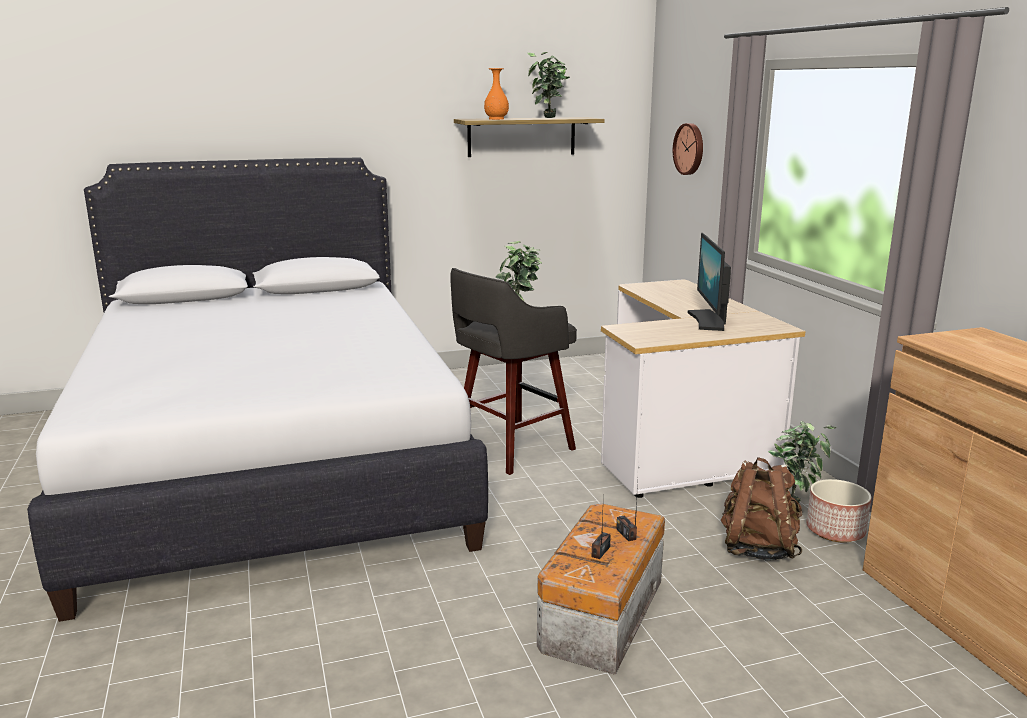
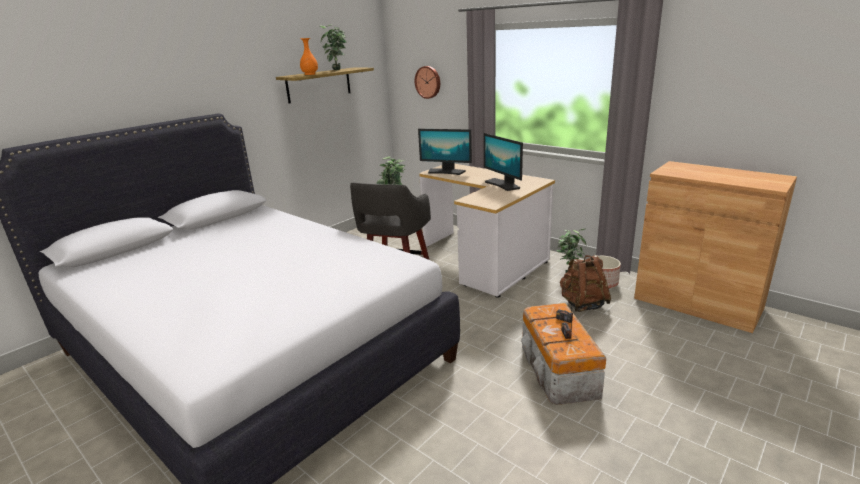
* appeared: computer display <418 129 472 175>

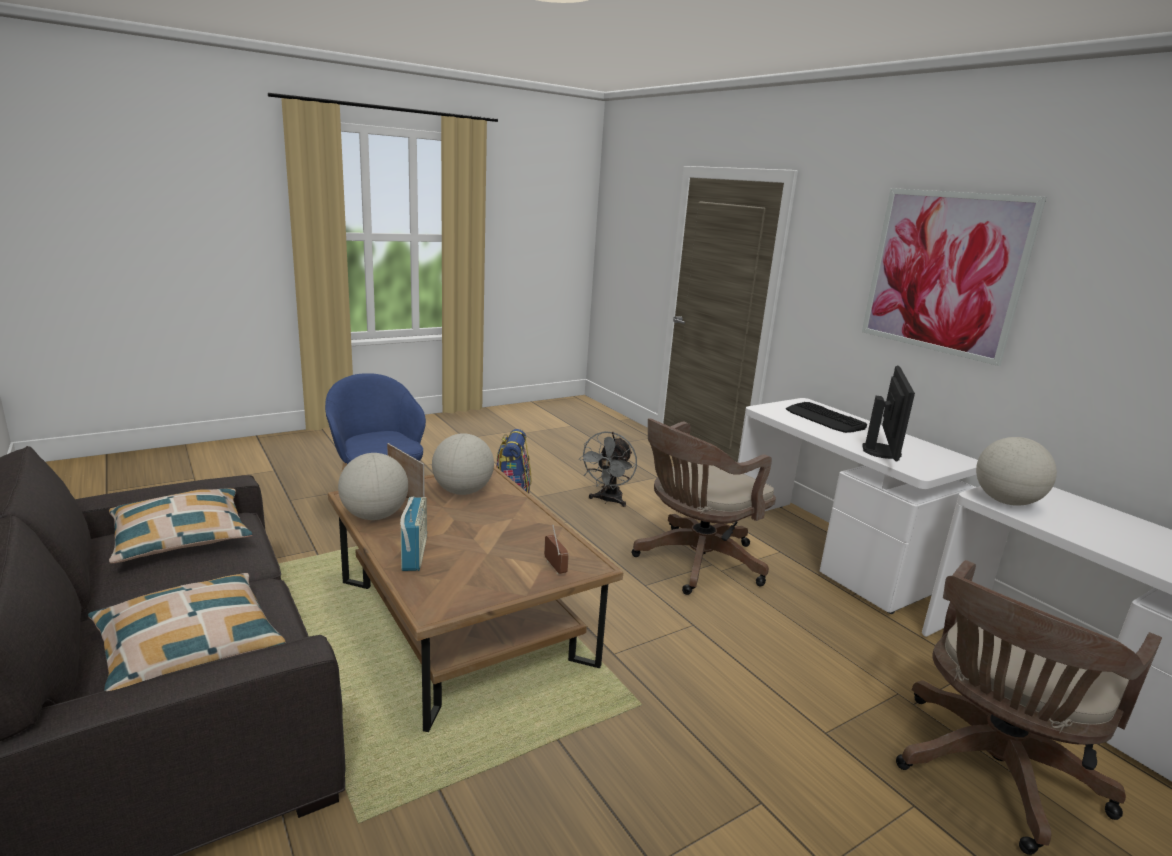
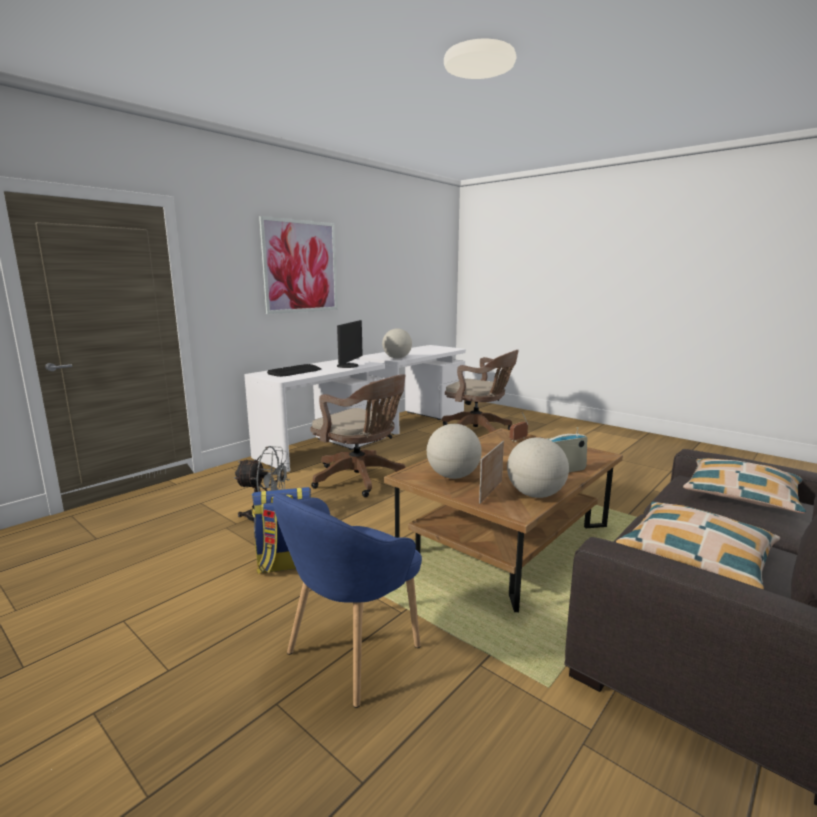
* spun: computer display <862 366 915 462> = <337 320 363 368> 105 degrees clockwise

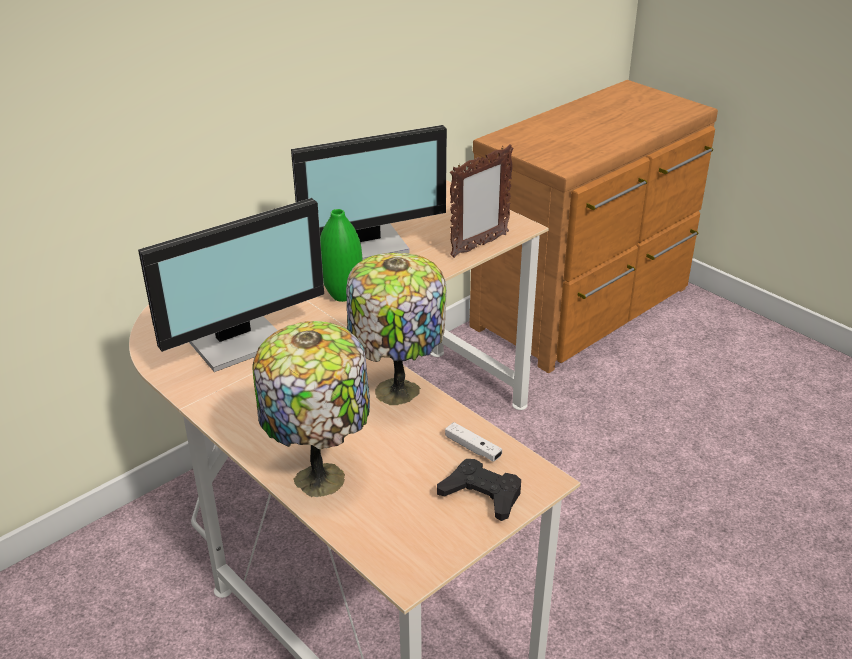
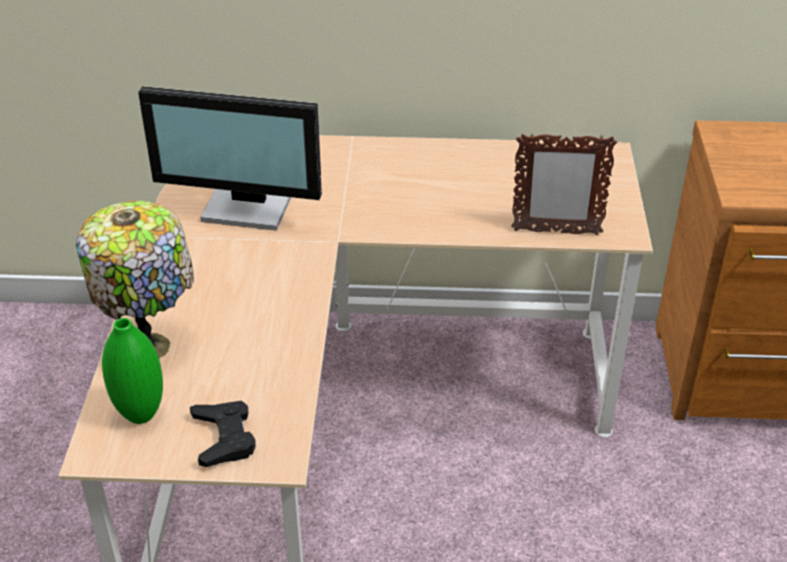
* missing: computer display <291 125 447 260>
* missing: tabletop lamp <346 253 447 405>
* missing: white-coloured joypad <445 422 502 461>
* relocated: greenish vase <320 209 363 302> to <102 318 163 424>

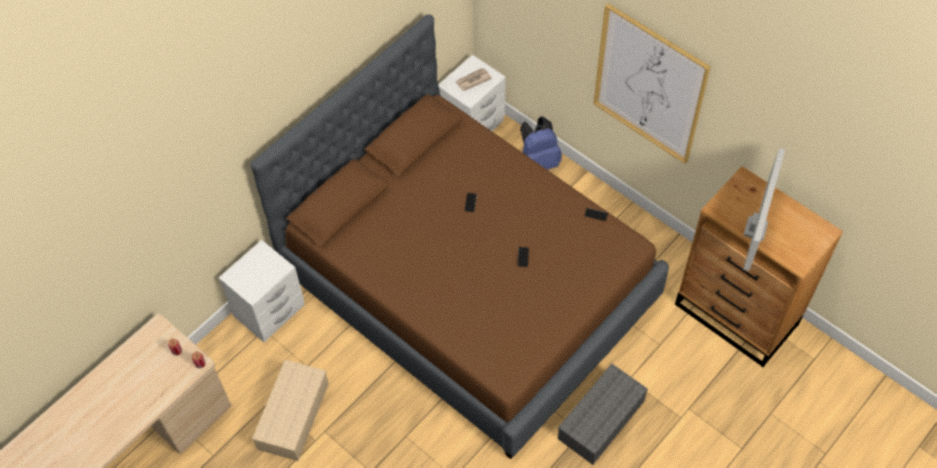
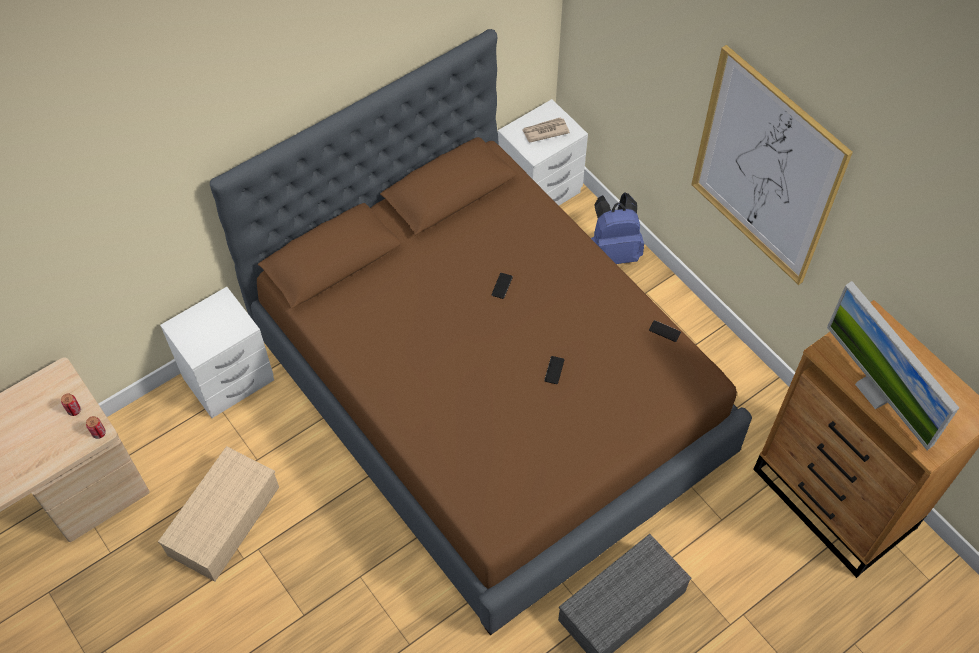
* spun: computer display <743 149 785 271> = <827 281 959 450> 120 degrees clockwise

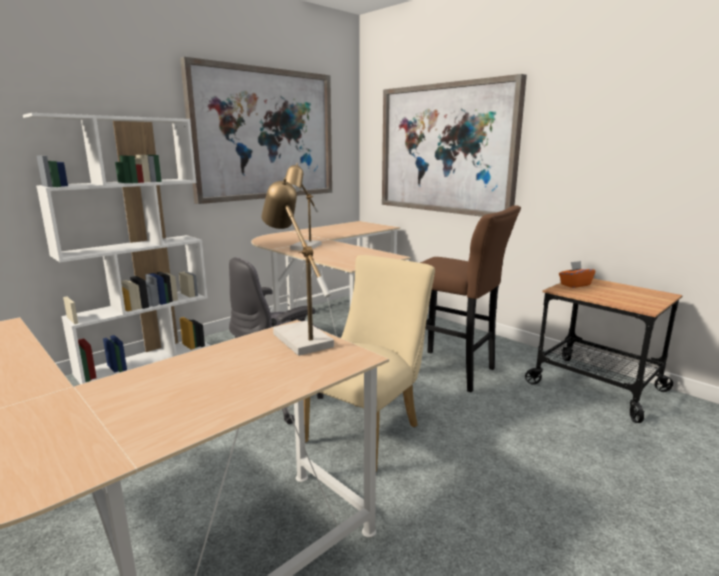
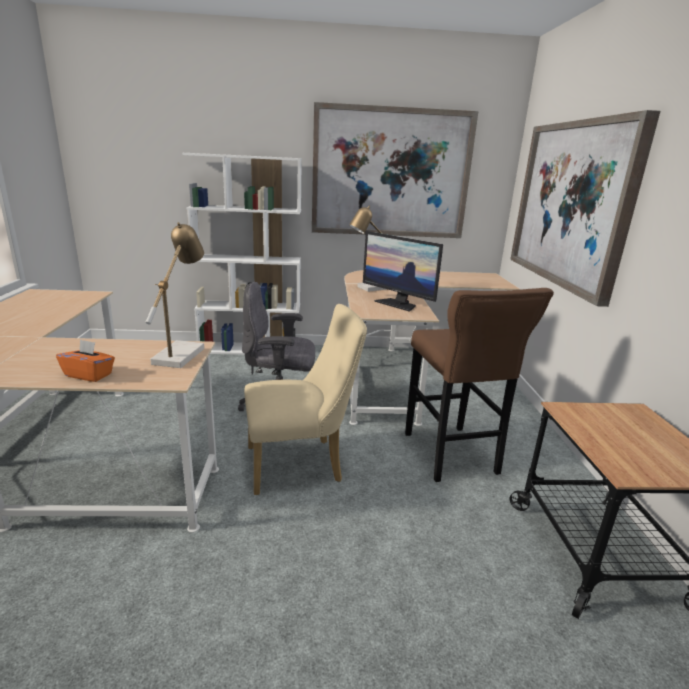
* appeared: computer display <363 231 443 312>
* relocated: orangey tissue holder <559 261 596 288> to <56 339 115 382>

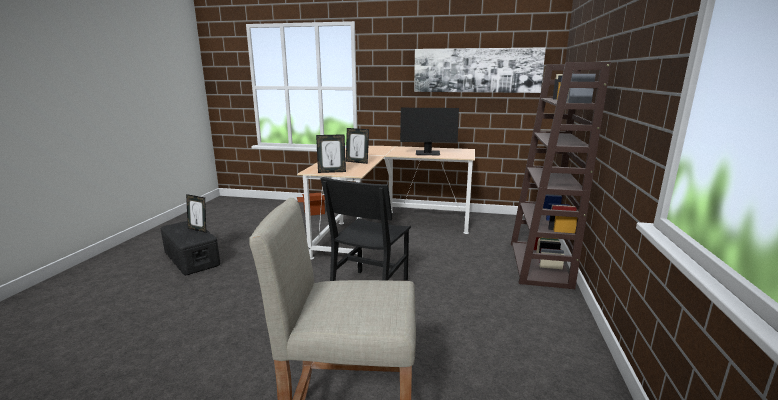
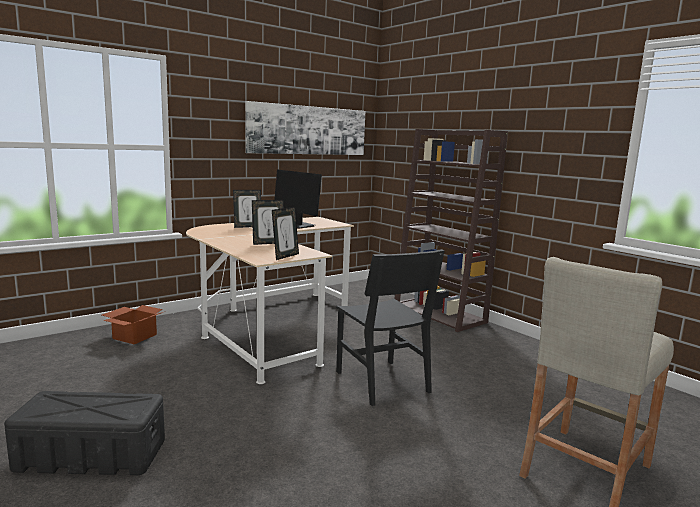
* relocated: photo frame <186 194 206 233> to <233 190 261 228>
* spun: computer display <400 108 459 155> = <274 170 322 229> 90 degrees clockwise

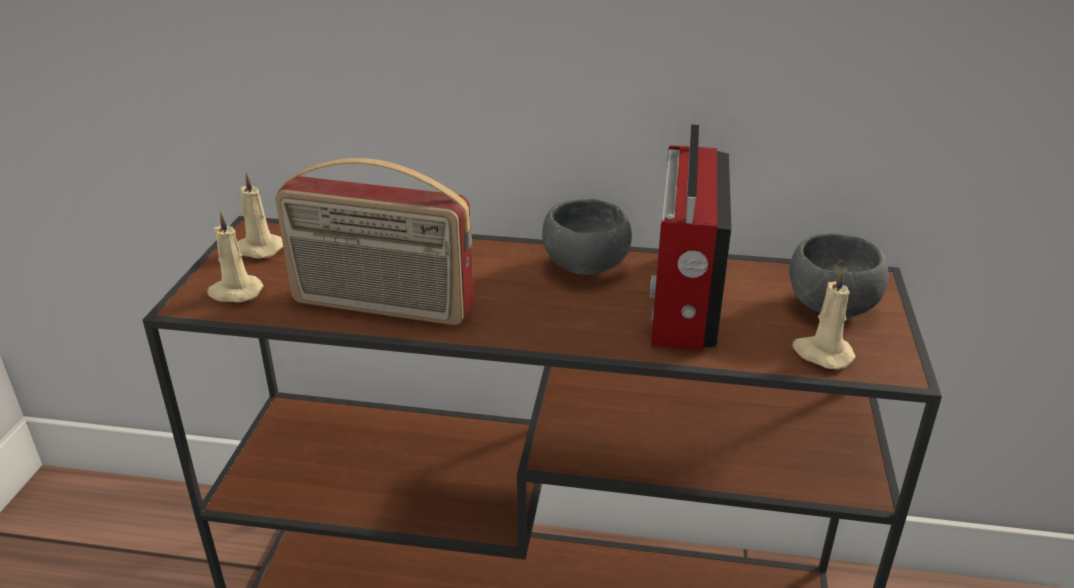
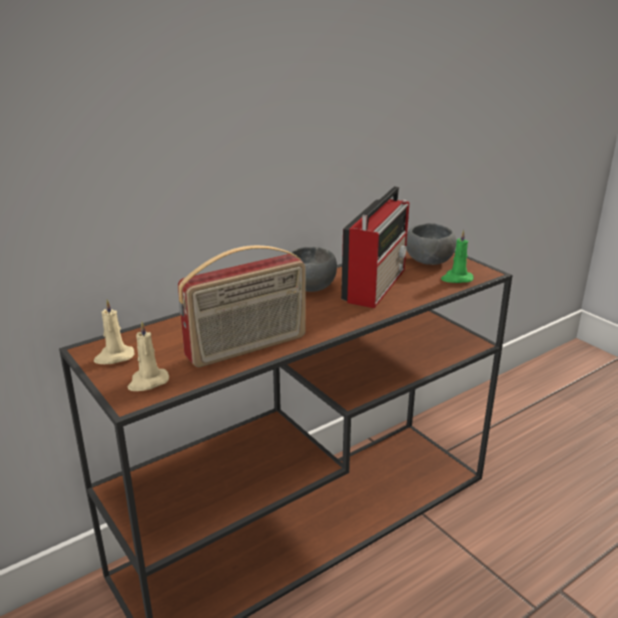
* colour: beige candle <793 268 856 369> to greenish candle <441 230 473 283>
* spun: radio receiver <649 124 732 350> = <341 186 409 308> 120 degrees counterclockwise

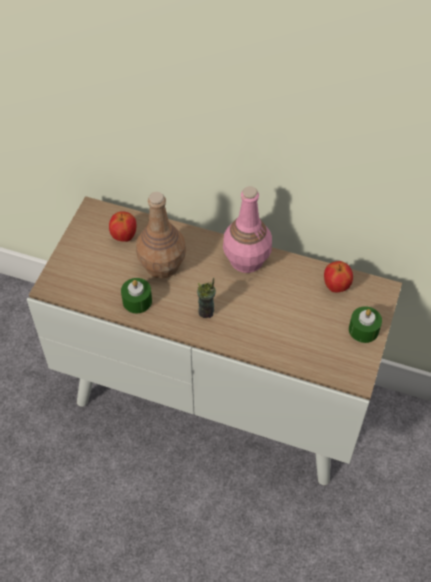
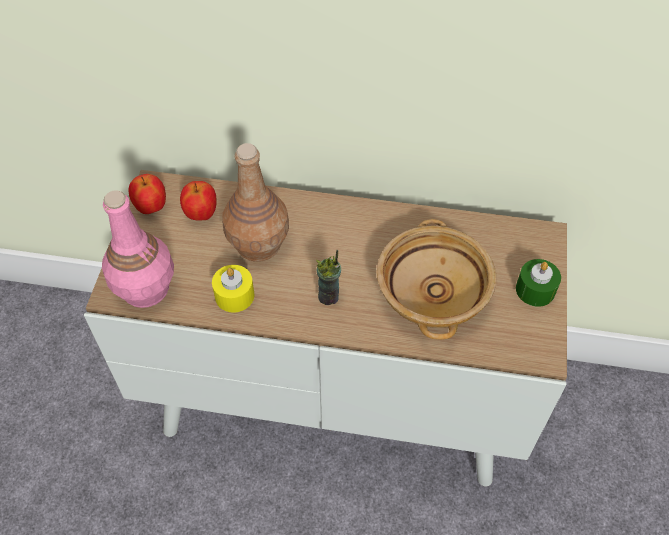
* appeared: beige bowl <377 219 496 340>
* relocated: pink-coloured bottle <223 186 272 273> to <102 190 174 308>
* relocated: apple fruit <324 261 353 292> to <128 174 166 214>
* colour: greenish candle <121 278 152 313> to yellow-coloured candle <212 265 254 313>

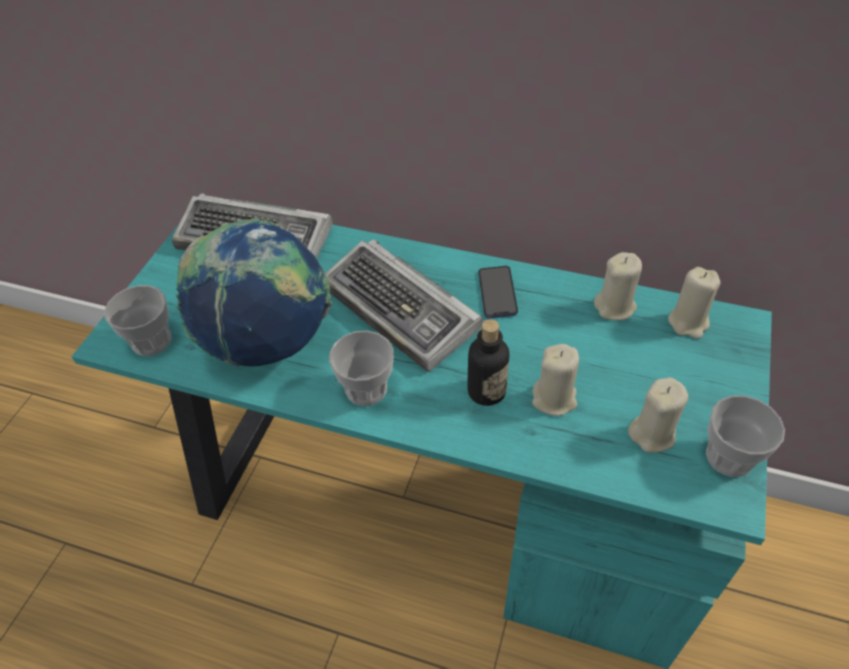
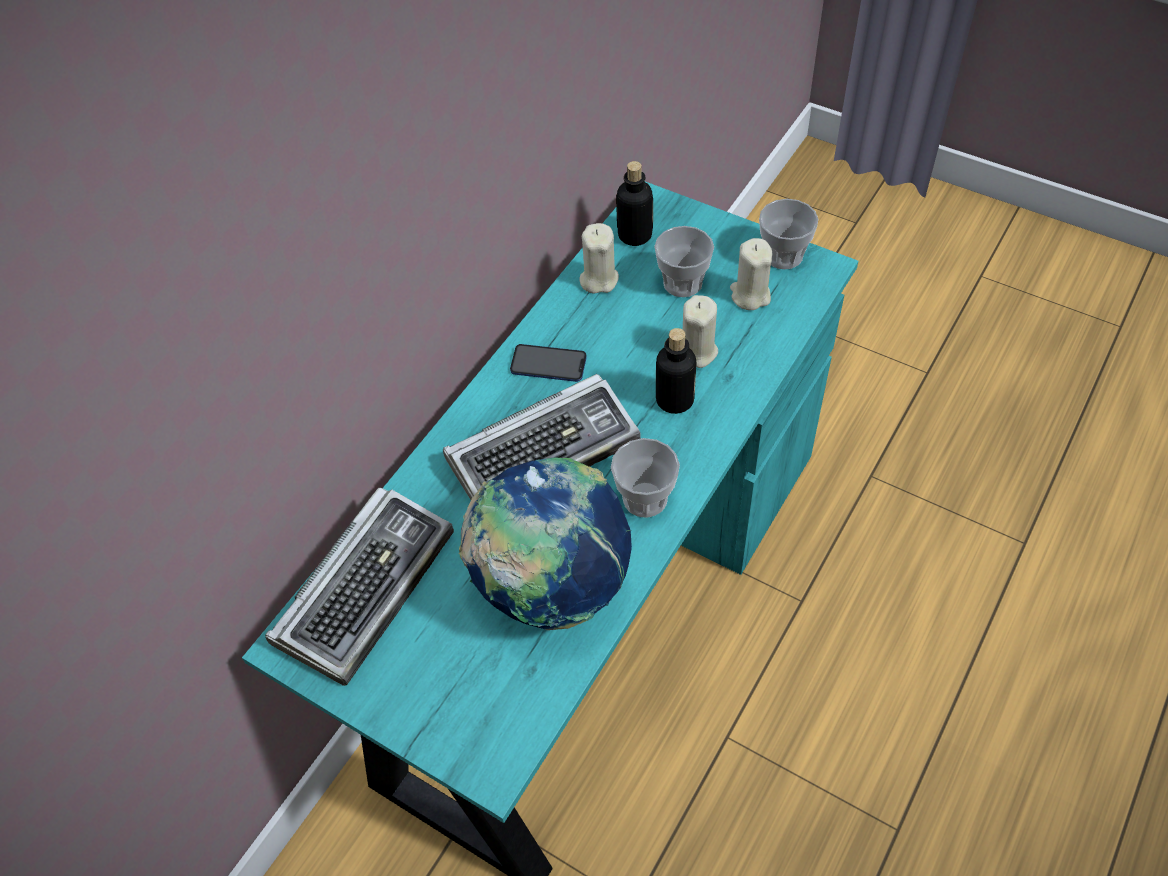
* relocated: cup <104 285 171 356> to <654 226 714 297>
* exchanged: beige candle <668 267 721 339> to bottle <616 161 653 246>

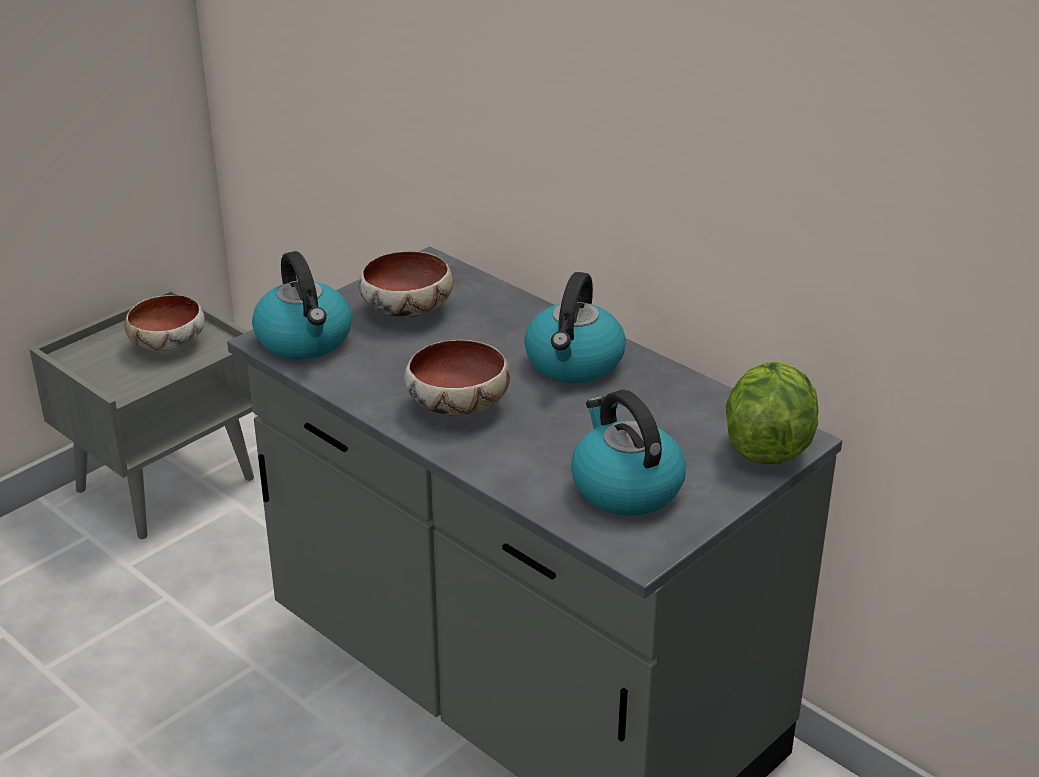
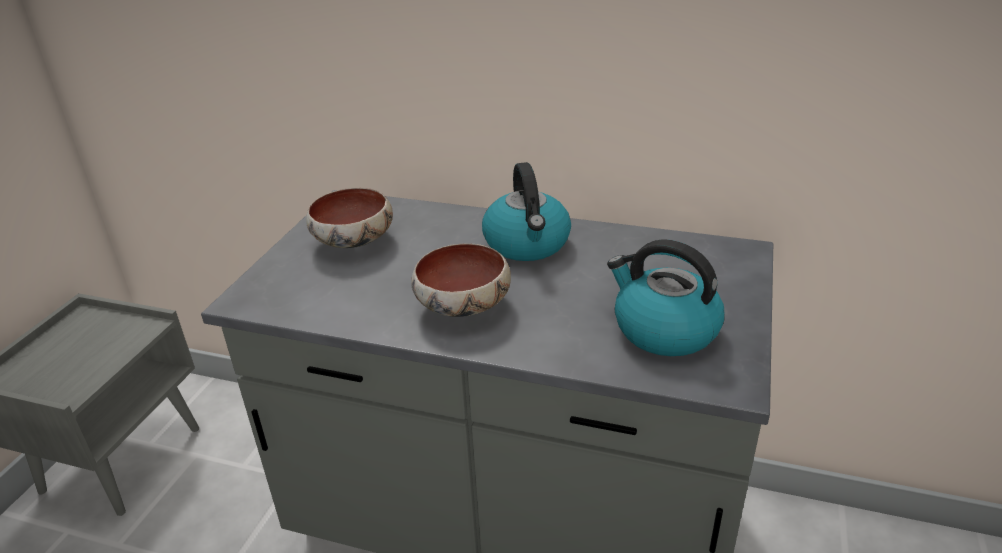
* missing: bowl <124 295 205 351>
* missing: tea kettle <252 251 352 359>
* missing: head of lettuce <726 362 819 465>

